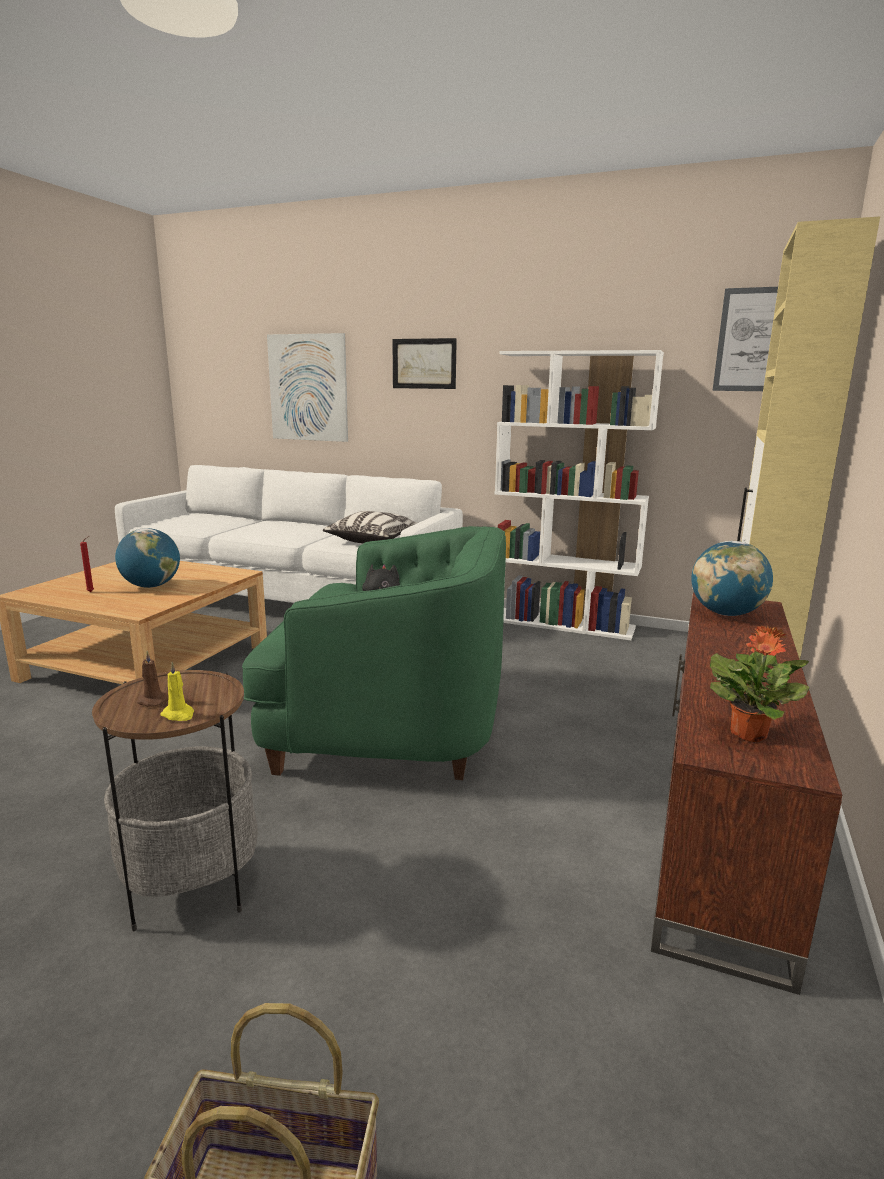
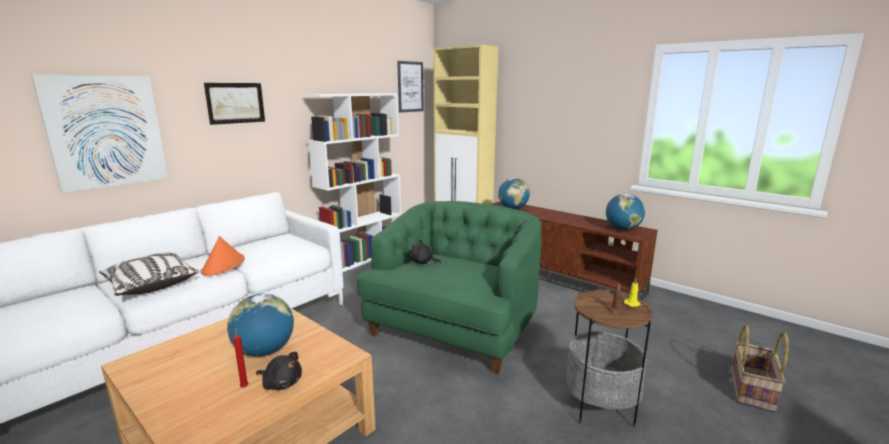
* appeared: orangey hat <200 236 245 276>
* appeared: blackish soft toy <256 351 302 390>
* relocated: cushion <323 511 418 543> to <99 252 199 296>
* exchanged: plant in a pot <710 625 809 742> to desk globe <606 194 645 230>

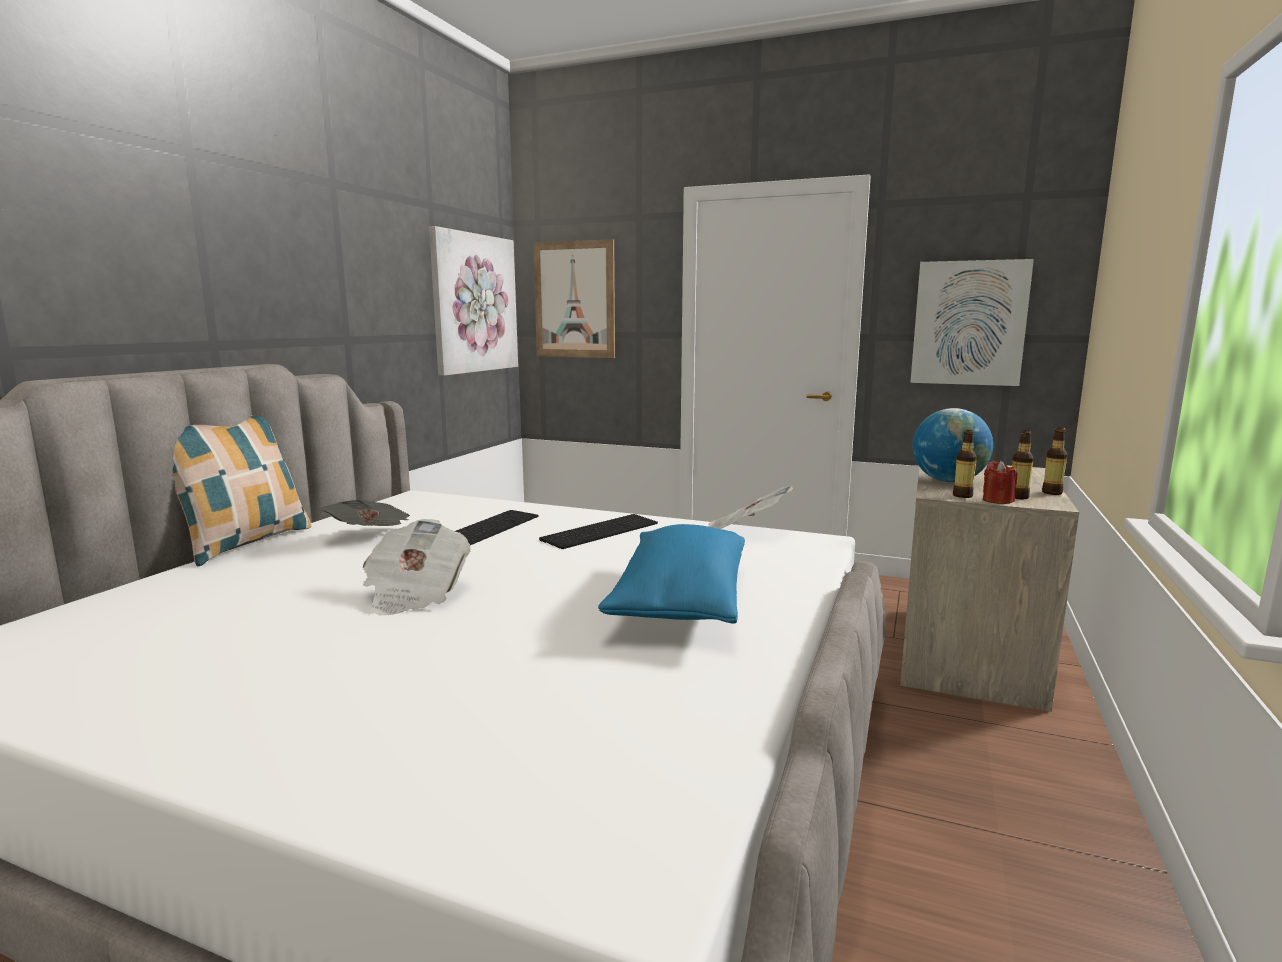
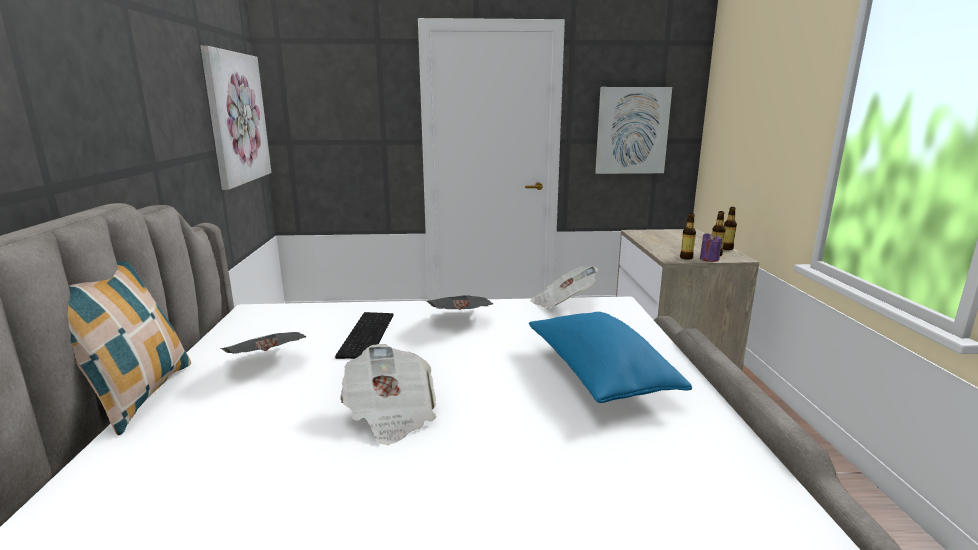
* missing: wall picture <533 239 615 358>
* missing: desk globe <913 408 993 482>
* exchanged: keyboard <539 514 658 549> to printed paper <426 296 493 310>
* colour: red-coloured candle <983 461 1017 504> to purplish candle <700 233 722 262>

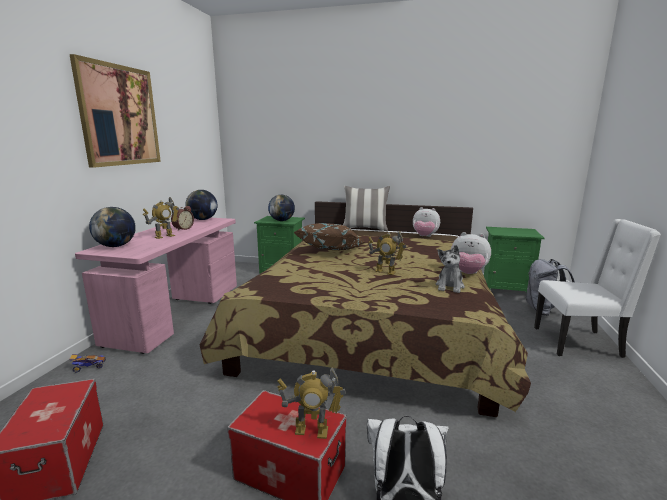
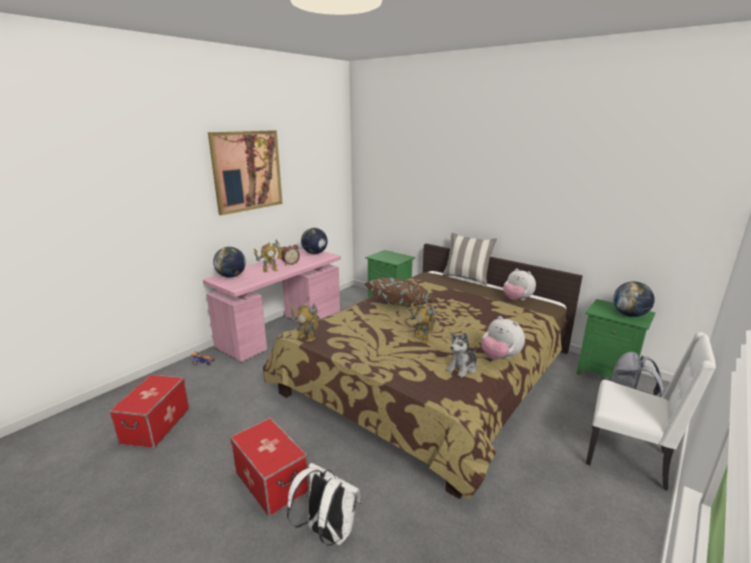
* relocated: desk globe <268 195 295 221> to <613 282 655 317>
* relocated: toy robot <277 367 346 439> to <290 303 320 342>

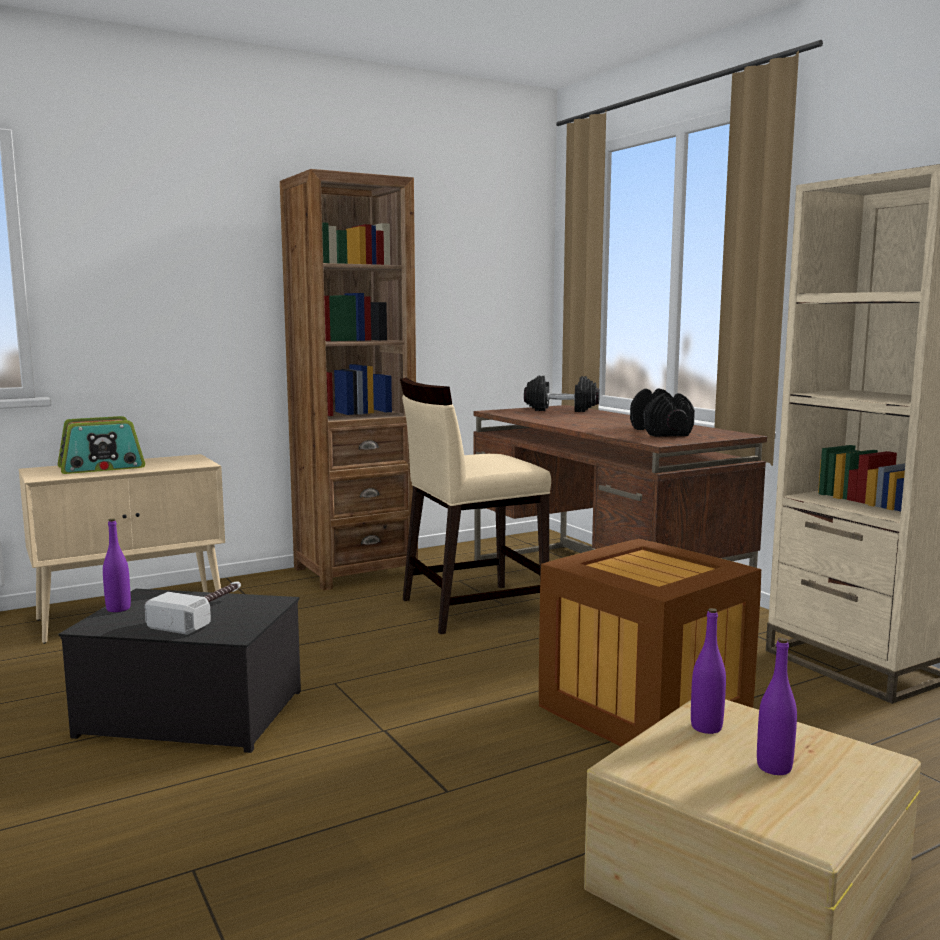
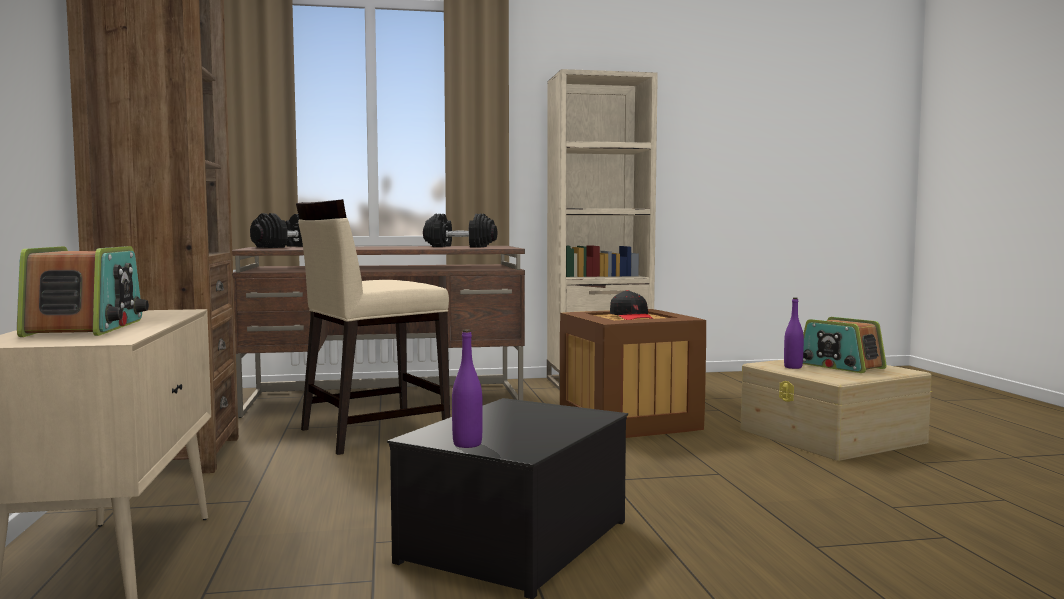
* missing: hammer <144 581 241 635>
* appeared: blackish cap <610 290 653 320>
* exchanged: purplish bottle <757 638 797 775> to radio receiver <803 317 887 373>
* spun: beige upright chair <400 378 551 634> = <296 199 450 455> 60 degrees clockwise

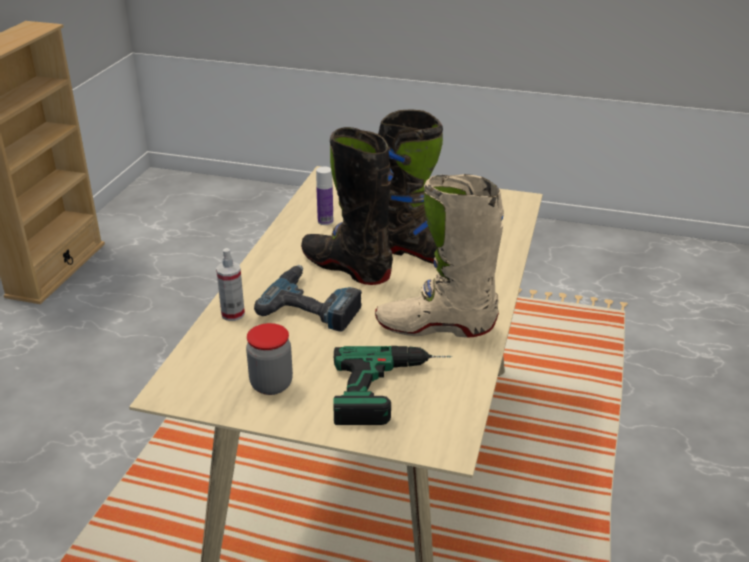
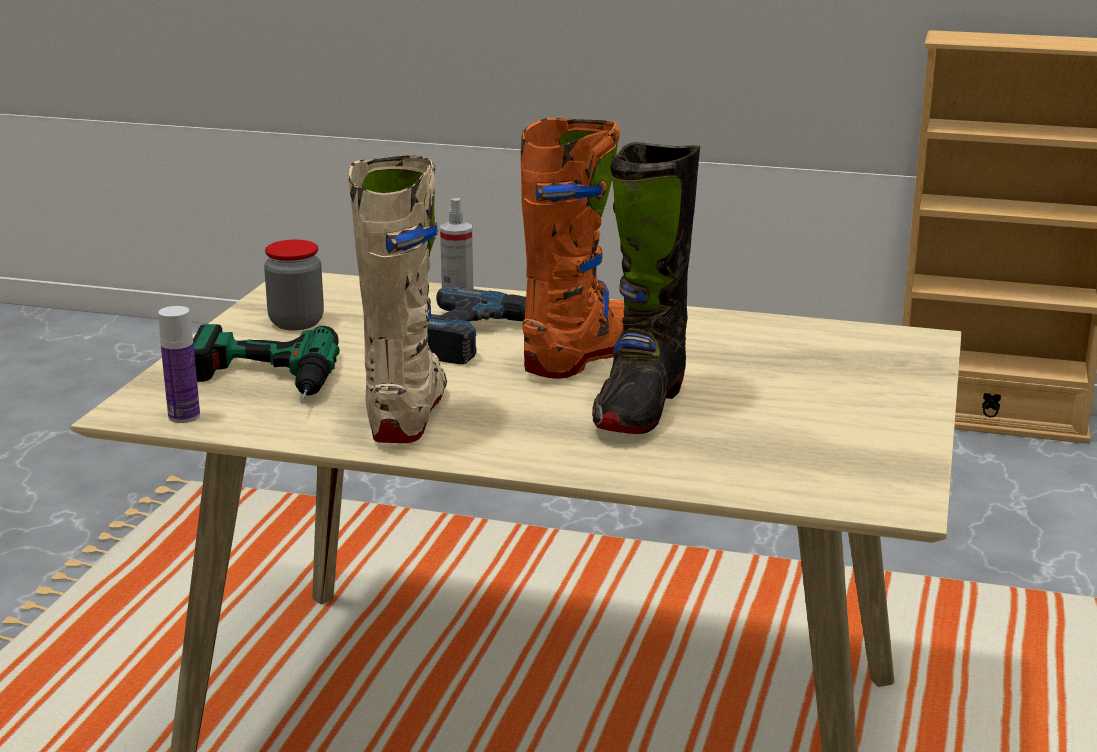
* relocated: bottle <316 167 333 225> to <158 306 200 423>
* colour: blackish boot <301 127 394 285> to orangey boot <521 118 625 378>

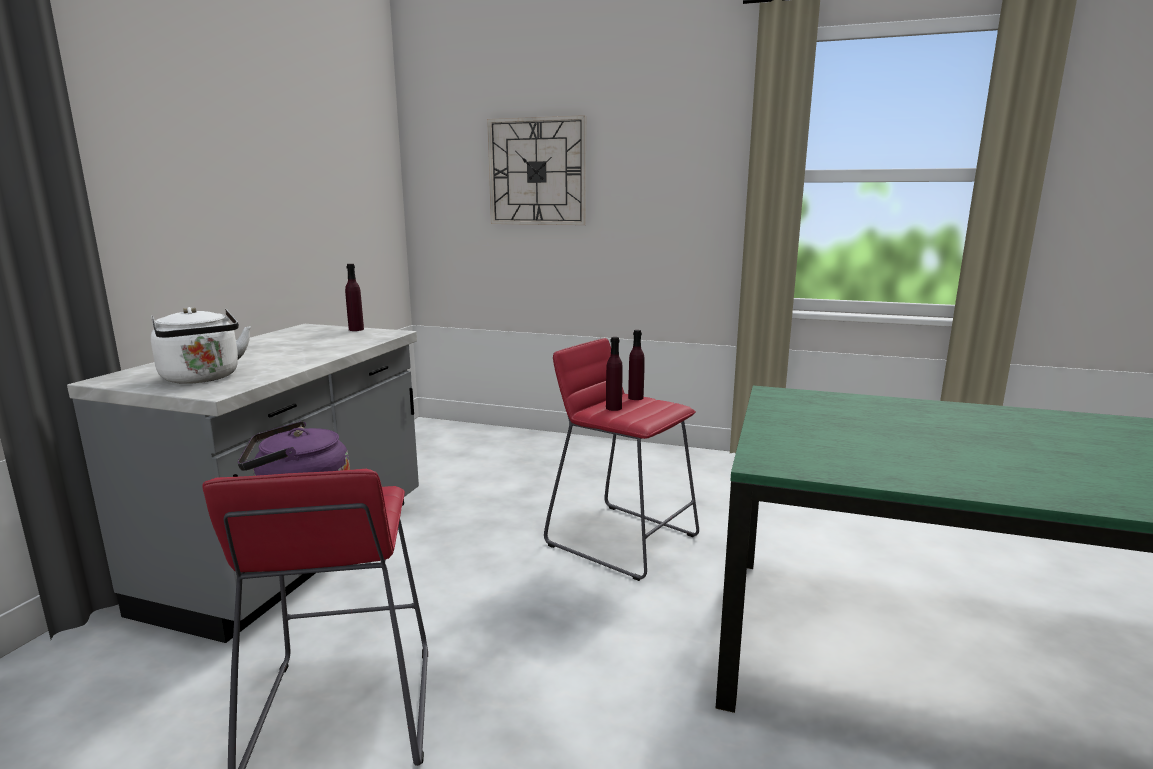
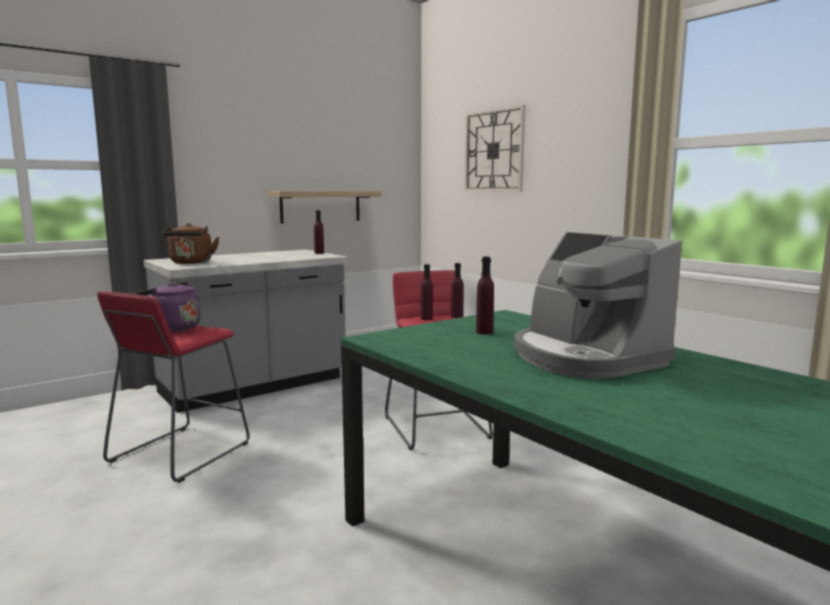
* appeared: wall shelf <268 191 382 223>
* appeared: purplish bottle <476 256 494 335>
* appeared: coffee maker <514 232 682 378>
* colour: white-coloured tea kettle <151 307 251 384> to brown-coloured tea kettle <162 223 219 264>

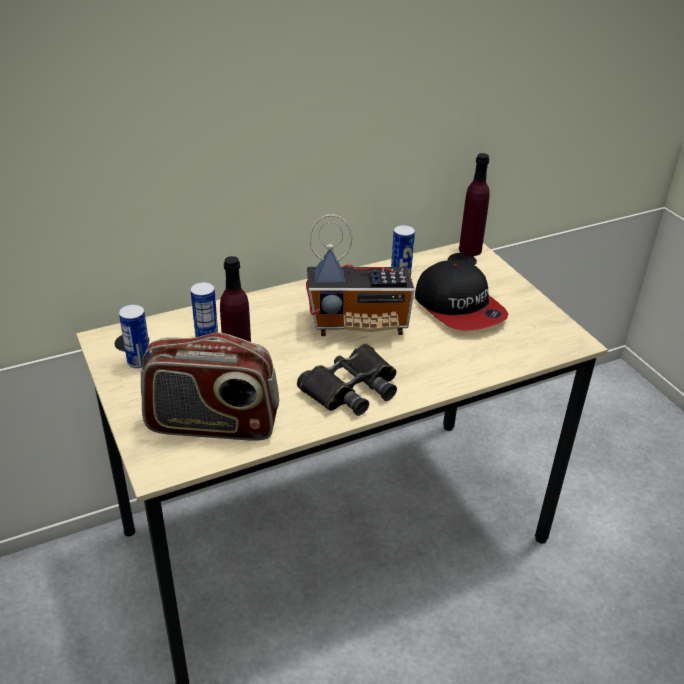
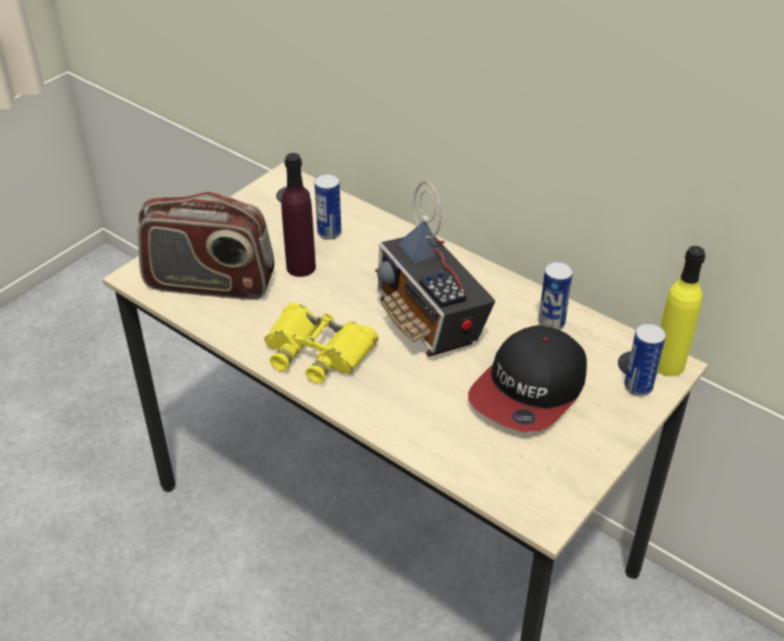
* relocated: can <119 304 151 369> to <624 323 666 396>
* colour: blackish binoculars <297 344 397 416> to yellow-coloured binoculars <264 302 378 384>
* colour: purplish bottle <459 153 490 256> to yellow-coloured bottle <657 246 705 376>
* spun: radio receiver <141 333 279 441> = <137 191 274 300> 60 degrees counterclockwise

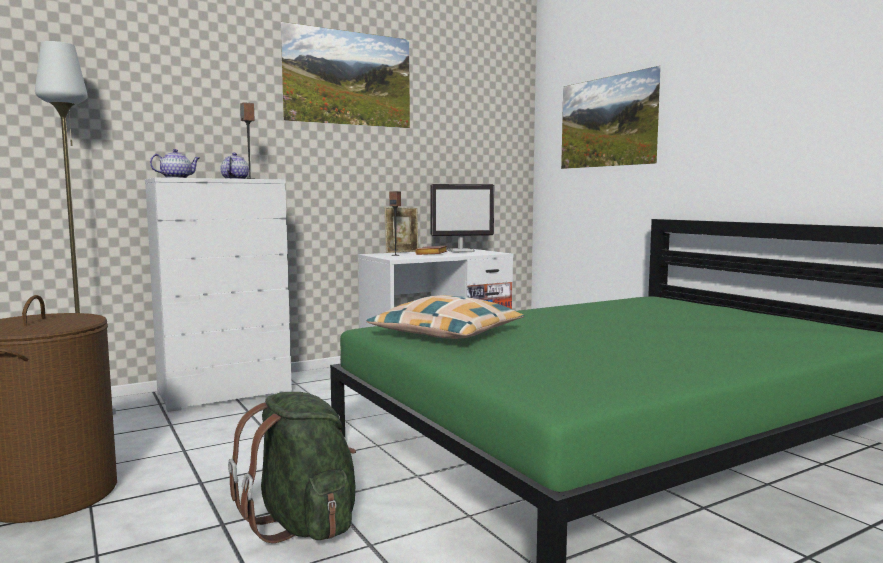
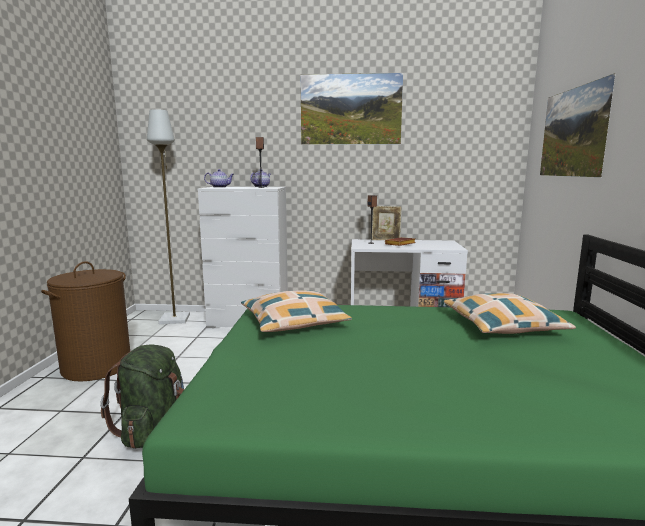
* missing: computer display <430 184 494 252>
* appeared: cushion <444 293 576 334>

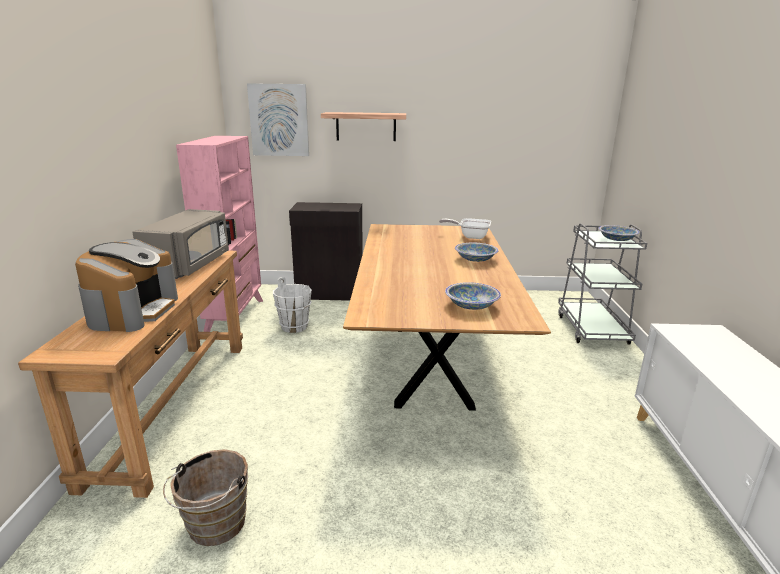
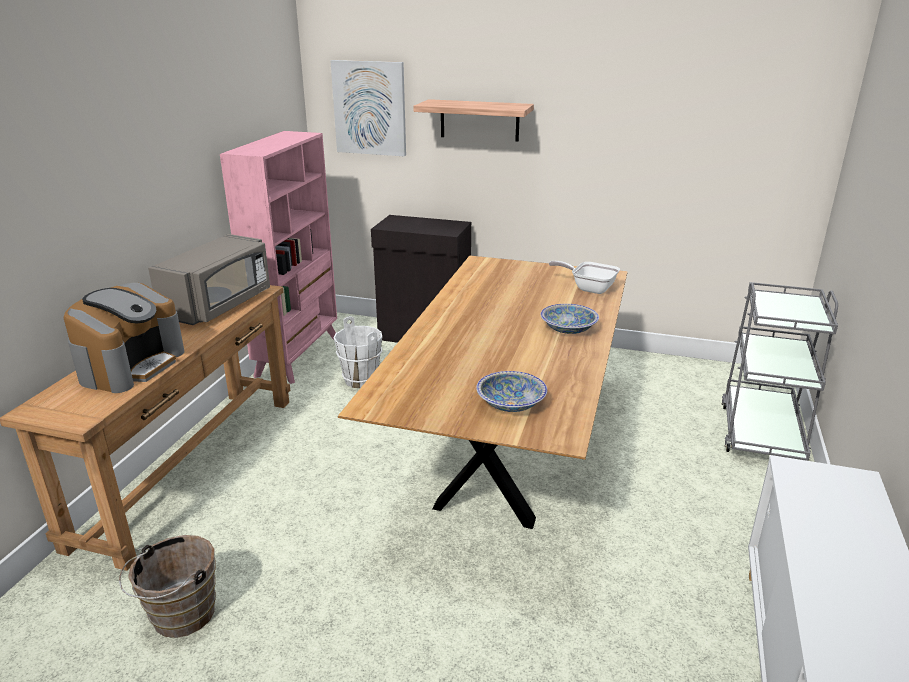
* missing: bowl <598 225 640 241>

